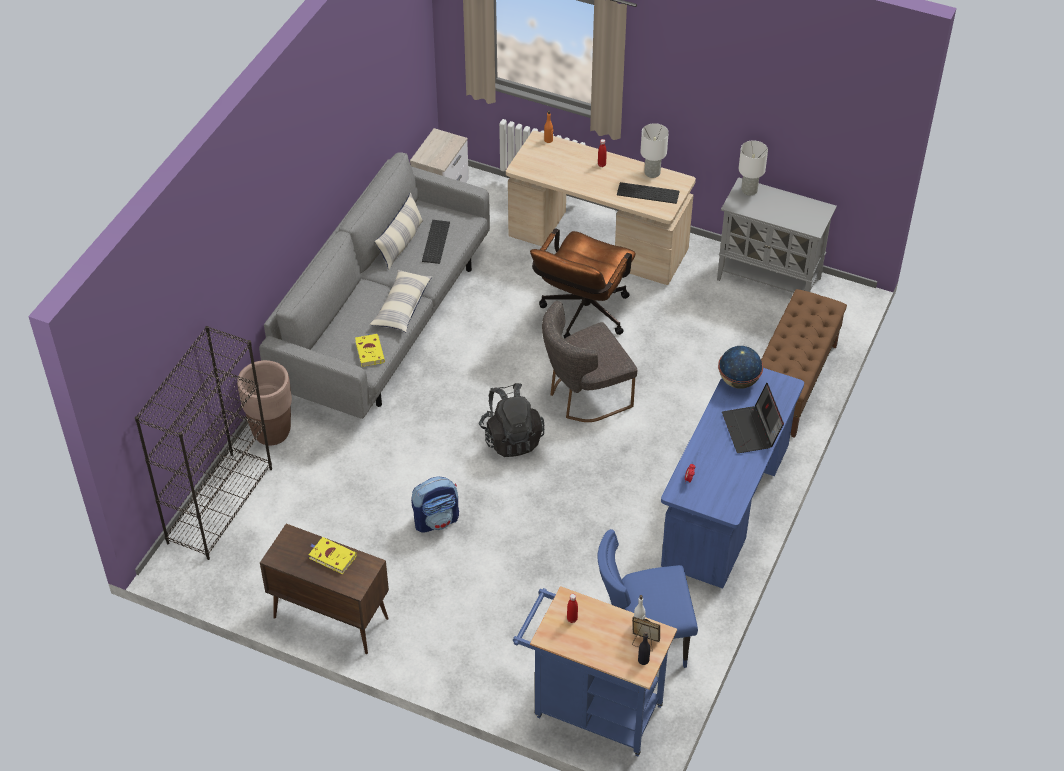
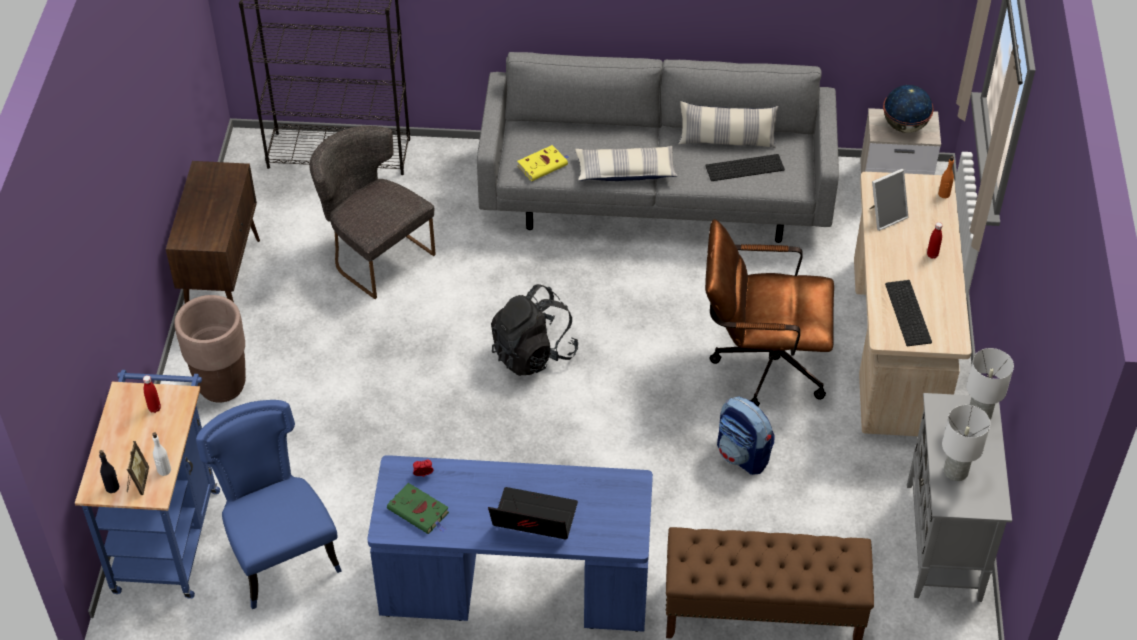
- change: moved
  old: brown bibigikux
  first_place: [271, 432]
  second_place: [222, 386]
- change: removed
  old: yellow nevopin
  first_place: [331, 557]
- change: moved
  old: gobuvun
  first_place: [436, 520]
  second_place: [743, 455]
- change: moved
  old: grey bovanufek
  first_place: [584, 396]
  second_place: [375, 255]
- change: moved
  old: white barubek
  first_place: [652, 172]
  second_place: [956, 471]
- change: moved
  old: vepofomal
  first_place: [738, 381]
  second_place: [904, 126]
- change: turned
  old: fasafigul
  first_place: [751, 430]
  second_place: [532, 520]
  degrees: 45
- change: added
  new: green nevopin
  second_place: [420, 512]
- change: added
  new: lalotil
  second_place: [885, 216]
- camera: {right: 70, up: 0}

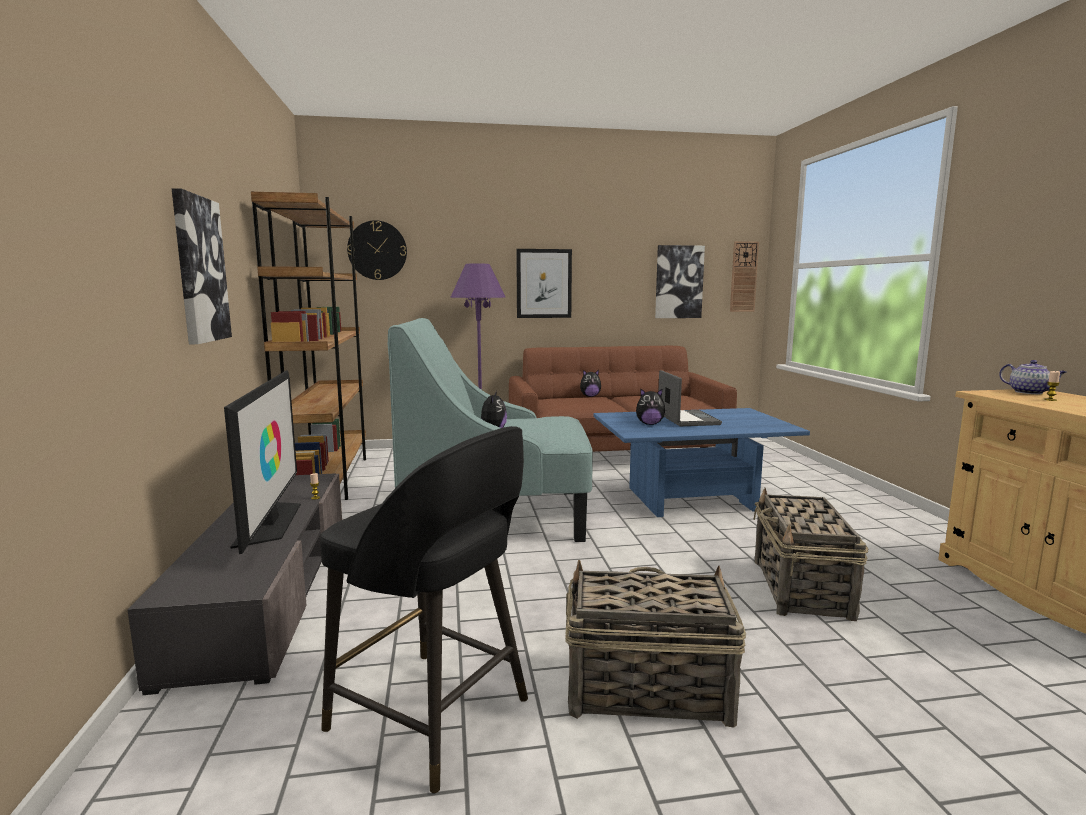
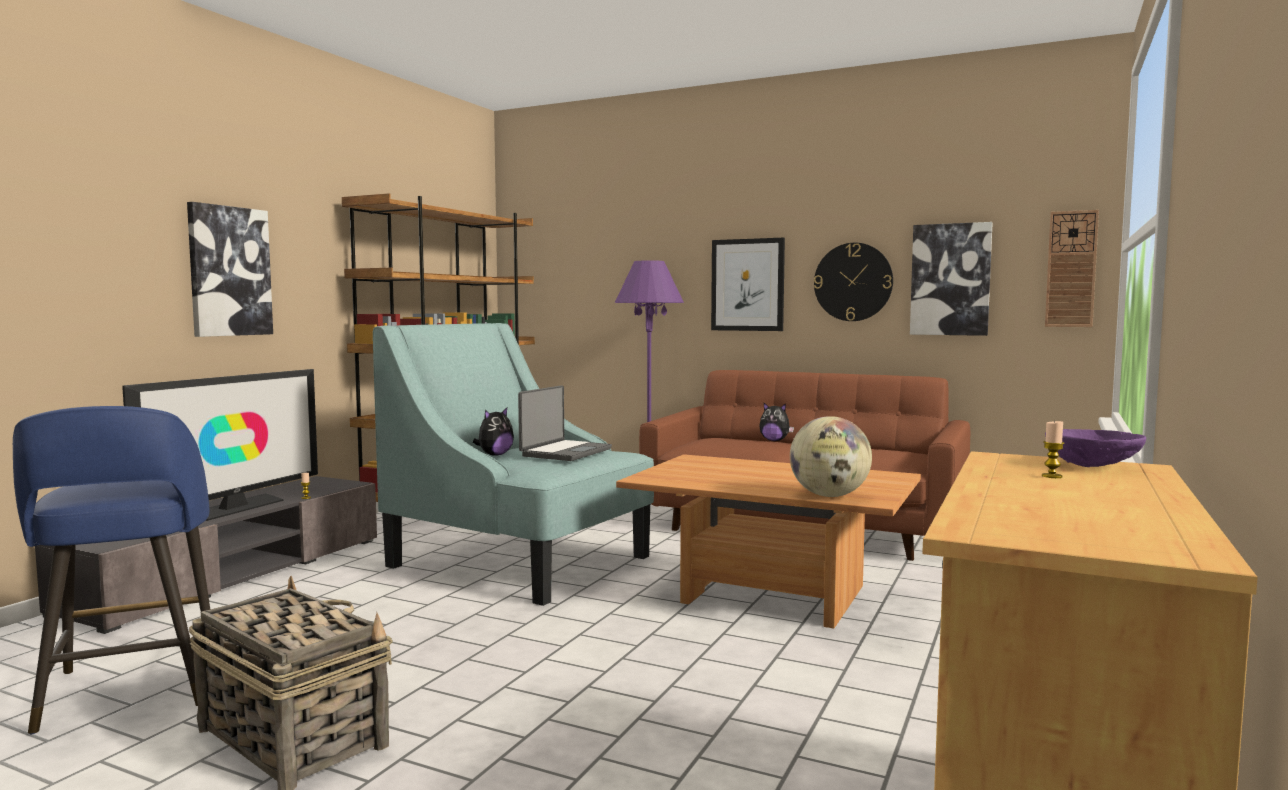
- change: recoloured
  old: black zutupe
  new: blue zutupe
  first_place: [433, 717]
  second_place: [130, 691]
- change: moved
  old: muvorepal
  first_place: [377, 250]
  second_place: [853, 282]
- change: recoloured
  old: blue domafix
  new: brown domafix
  first_place: [690, 500]
  second_place: [769, 595]
- change: removed
  old: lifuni
  first_place: [649, 424]
- change: moved
  old: fasafigul
  first_place: [687, 419]
  second_place: [565, 452]
- change: removed
  old: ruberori
  first_place: [801, 589]
- change: replaced
  old: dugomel
  new: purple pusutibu
  first_place: [1029, 392]
  second_place: [1094, 466]
- change: added
  new: vepofomal
  second_place: [829, 496]
- camera: {right: 35, up: -5}

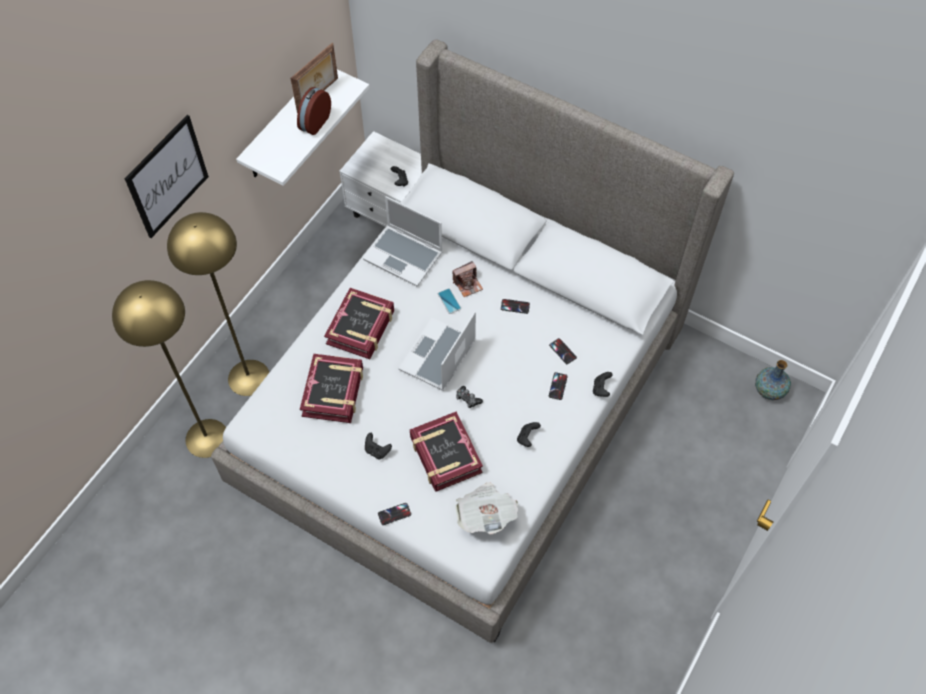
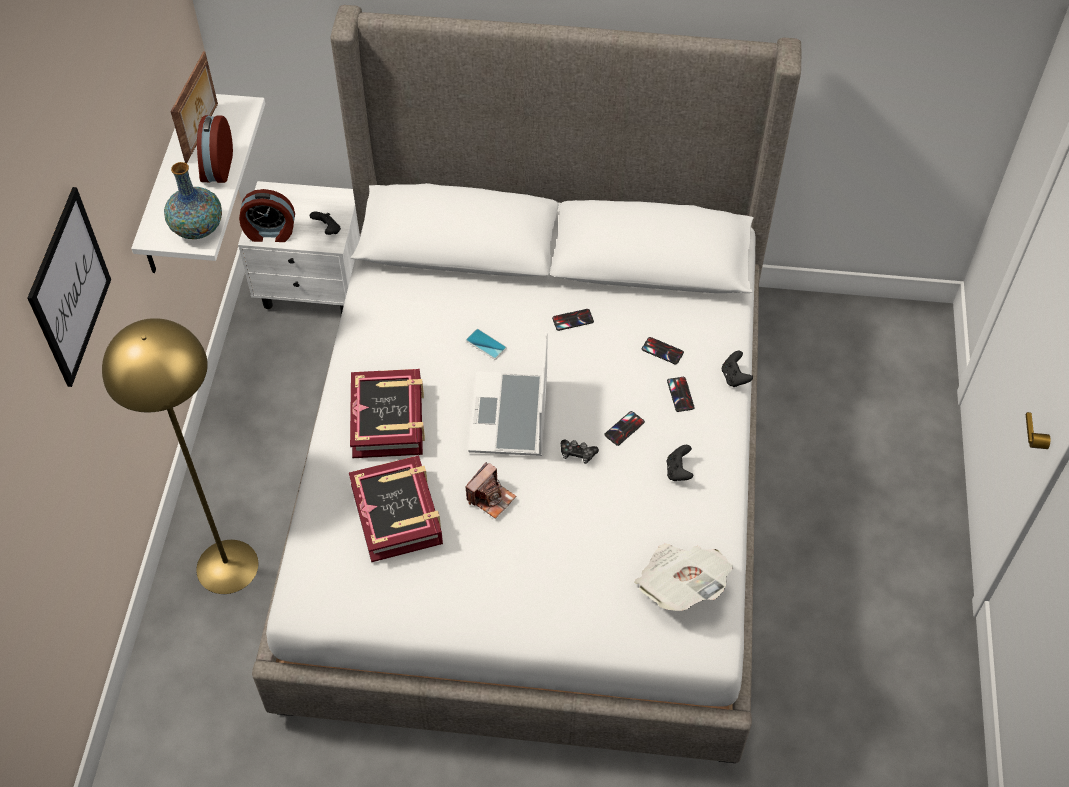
- change: removed
  old: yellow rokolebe
  first_place: [207, 437]
- change: removed
  old: fasafigul
  first_place: [404, 256]
- change: removed
  old: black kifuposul
  first_place: [377, 450]
- change: moved
  old: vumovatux
  first_place: [394, 514]
  second_place: [624, 428]
- change: removed
  old: nevopin
  first_place: [445, 455]
- change: moved
  old: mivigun
  first_place: [468, 284]
  second_place: [491, 497]
- change: moved
  old: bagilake
  first_place: [769, 390]
  second_place: [198, 228]
- change: added
  new: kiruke
  second_place: [270, 233]
- camera: {right: -25, up: -5}

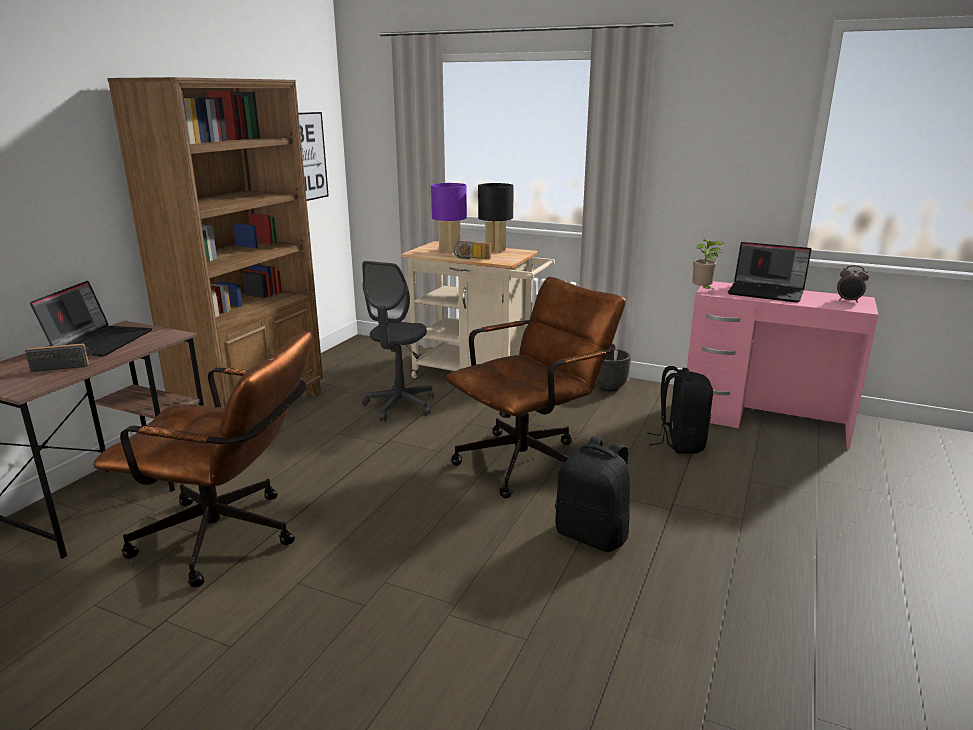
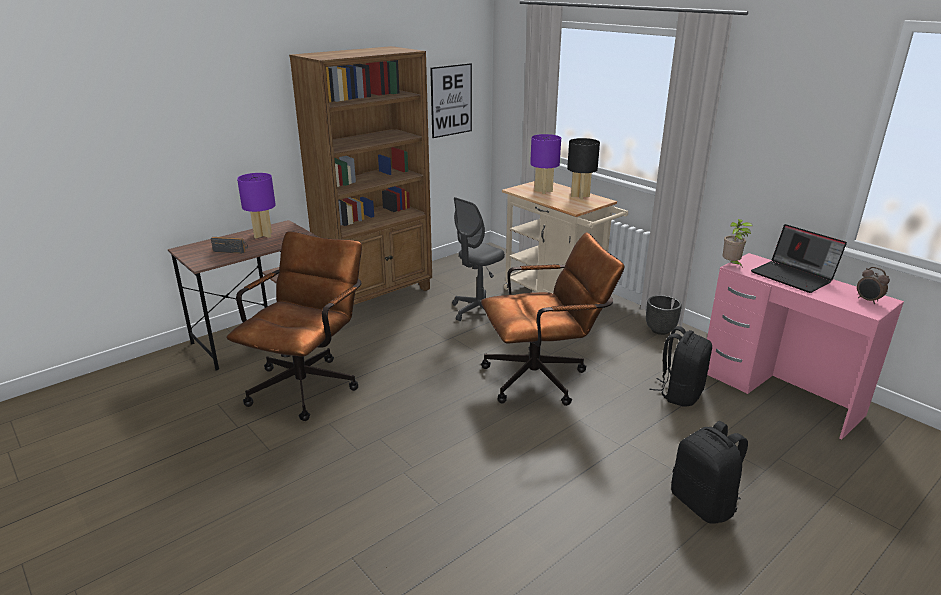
- change: replaced
  old: fasafigul
  new: purple barubek
  first_place: [100, 341]
  second_place: [263, 235]
- change: turned
  old: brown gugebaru
  first_place: [230, 538]
  second_place: [308, 383]
  degrees: -105
- change: removed
  old: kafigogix
  first_place: [471, 258]
- change: moved
  old: black gobuvun
  first_place: [593, 535]
  second_place: [704, 503]
- camera: {right: 25, up: 5}

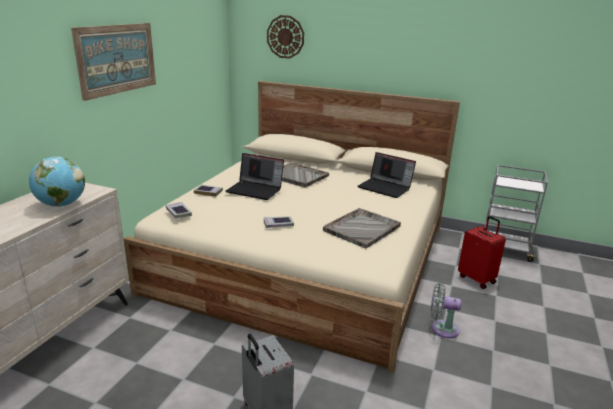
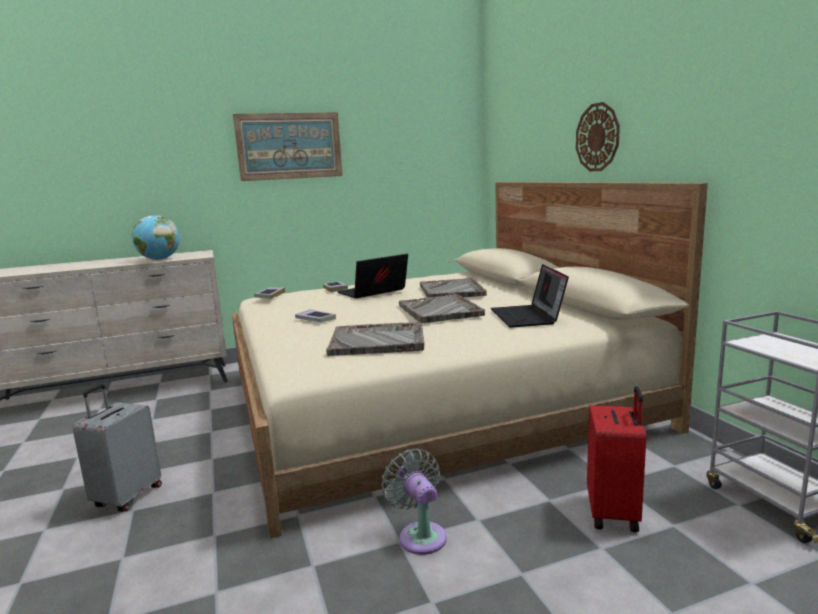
- change: turned
  old: fasafigul
  first_place: [256, 190]
  second_place: [372, 292]
  degrees: 75
- change: moved
  old: muvorepal
  first_place: [285, 37]
  second_place: [597, 137]
- change: added
  new: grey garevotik
  second_place: [440, 310]
- camera: {right: 50, up: -10}

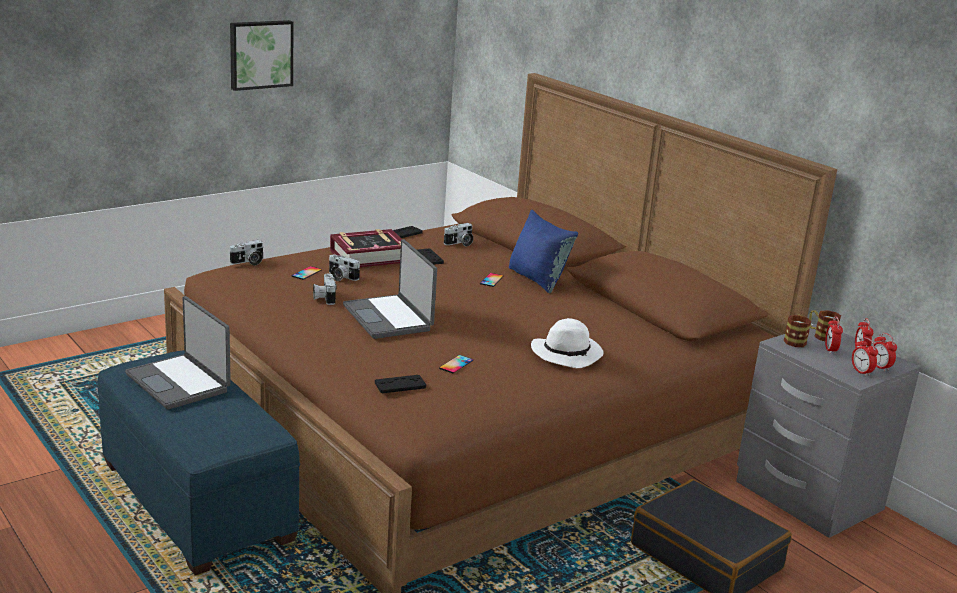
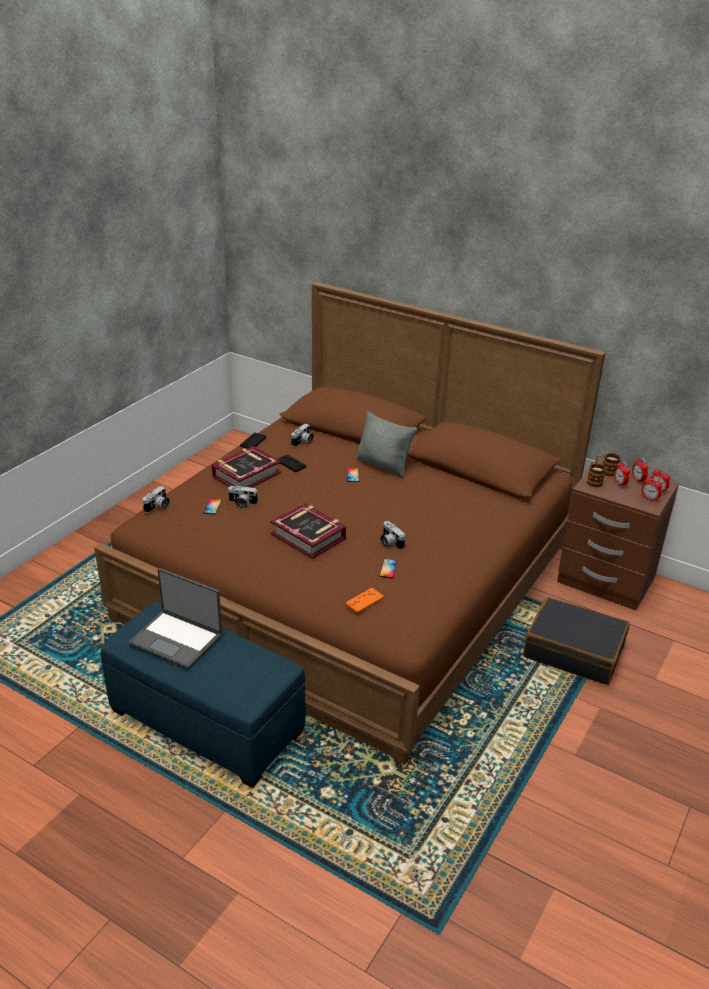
- change: removed
  old: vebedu
  first_place: [260, 54]
- change: moved
  old: mivigun
  first_place: [324, 298]
  second_place: [390, 543]
- change: replaced
  old: fasafigul
  new: nevopin
  first_place: [389, 318]
  second_place: [309, 536]
- change: recoloured
  old: black kifuposul
  new: orange kifuposul
  first_place: [400, 385]
  second_place: [364, 601]
- change: recoloured
  old: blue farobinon
  new: grey farobinon
  first_place: [538, 279]
  second_place: [384, 465]
- change: removed
  old: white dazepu
  first_place: [567, 353]
- change: recoloured
  old: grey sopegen
  new: brown sopegen
  first_place: [807, 496]
  second_place: [605, 580]
- camera: {right: -20, up: 10}

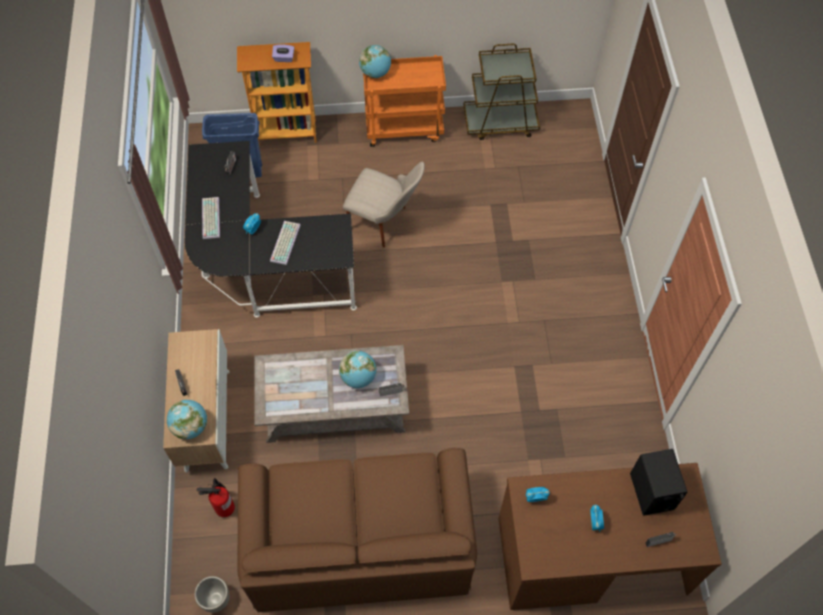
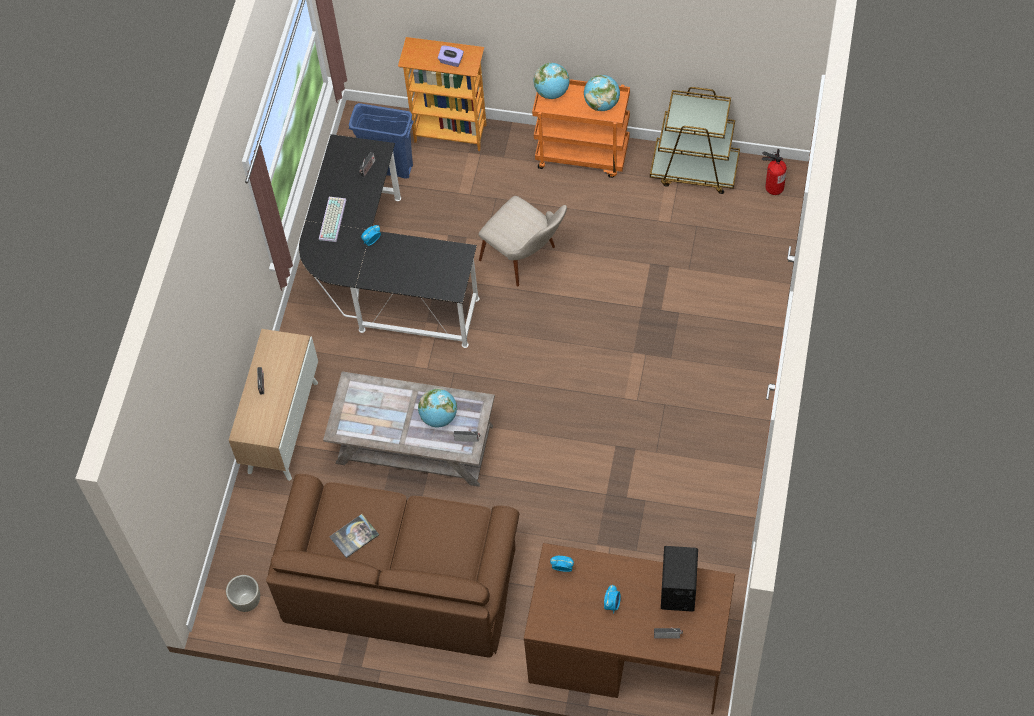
- change: moved
  old: vepofomal
  first_place: [190, 426]
  second_place: [601, 104]
- change: moved
  old: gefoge
  first_place: [224, 506]
  second_place: [773, 186]
- change: removed
  old: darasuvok
  first_place: [284, 242]
- change: added
  new: nevopin
  second_place: [354, 536]
- camera: {right: 20, up: 0}

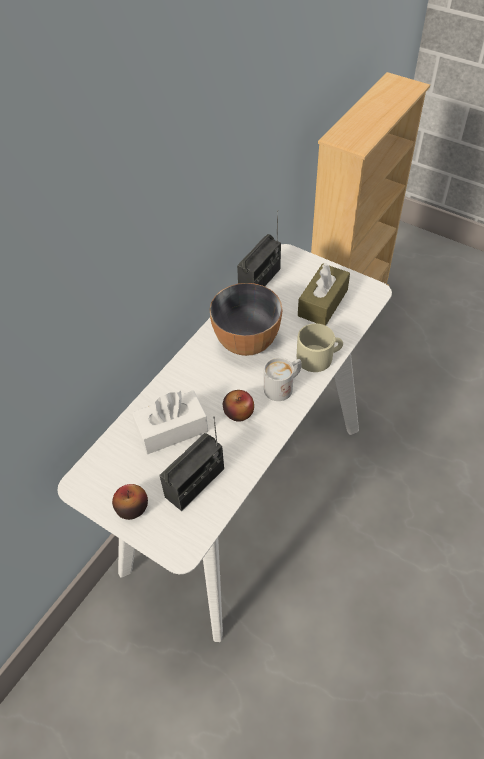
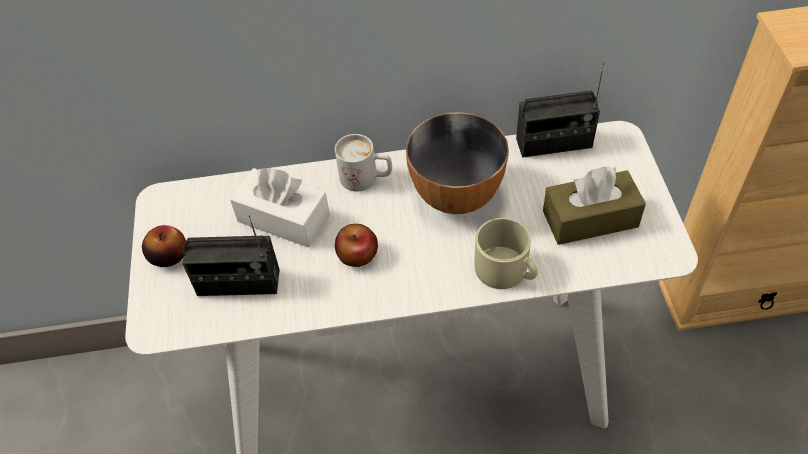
- change: moved
  old: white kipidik
  first_place: [283, 386]
  second_place: [366, 178]
- camera: {right: 50, up: 0}

